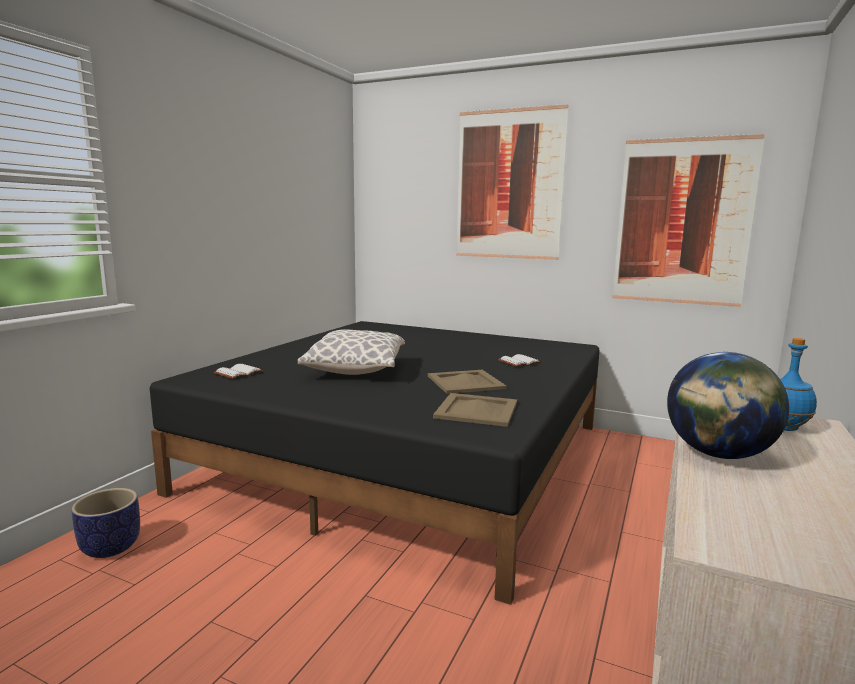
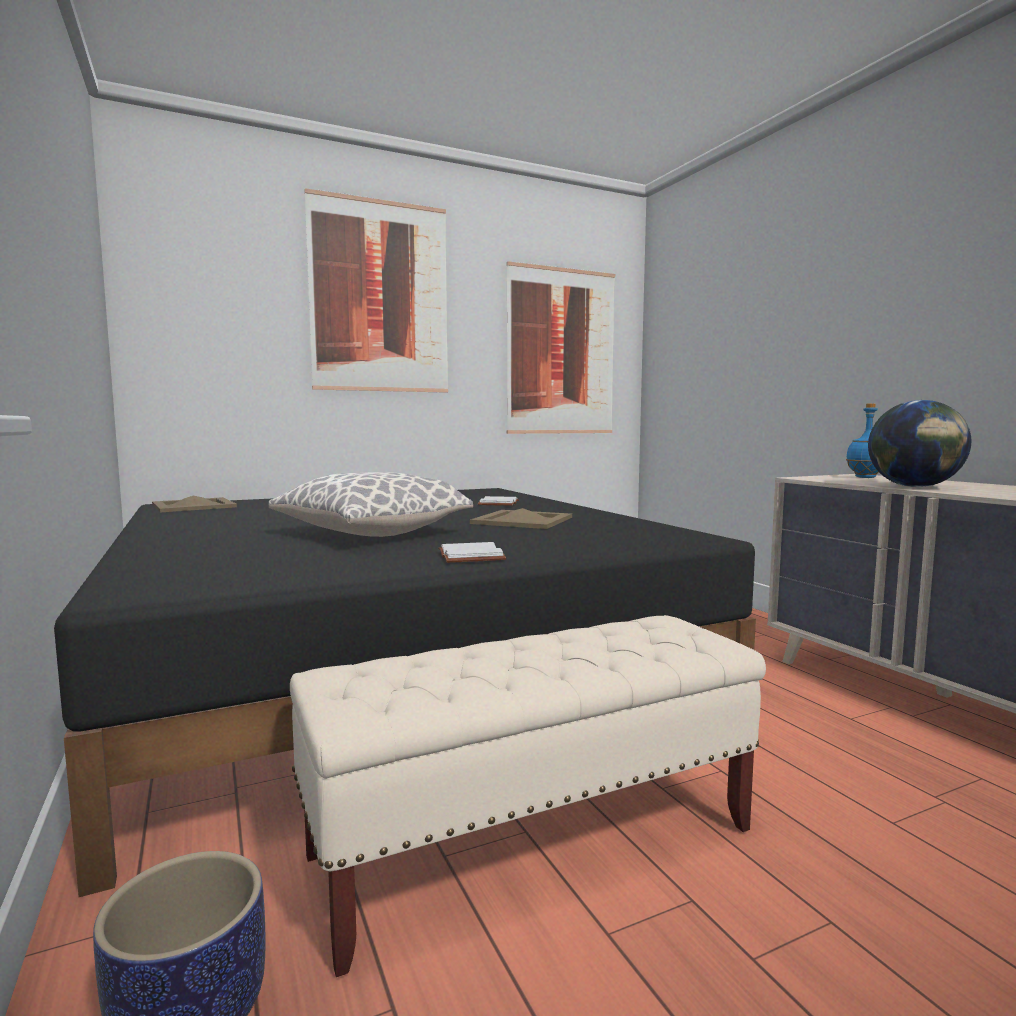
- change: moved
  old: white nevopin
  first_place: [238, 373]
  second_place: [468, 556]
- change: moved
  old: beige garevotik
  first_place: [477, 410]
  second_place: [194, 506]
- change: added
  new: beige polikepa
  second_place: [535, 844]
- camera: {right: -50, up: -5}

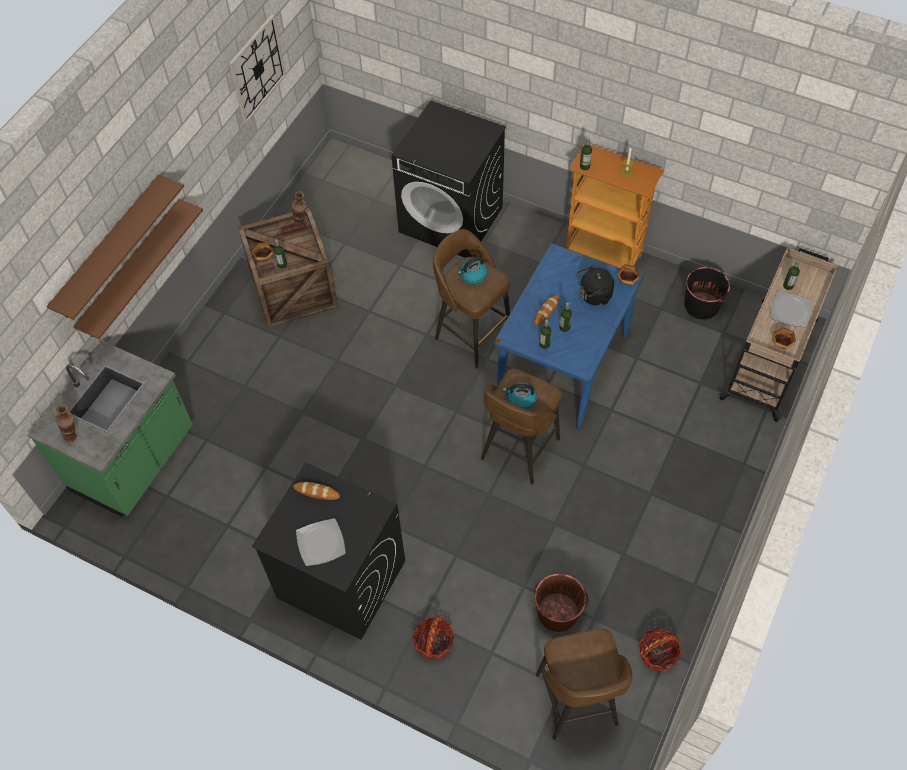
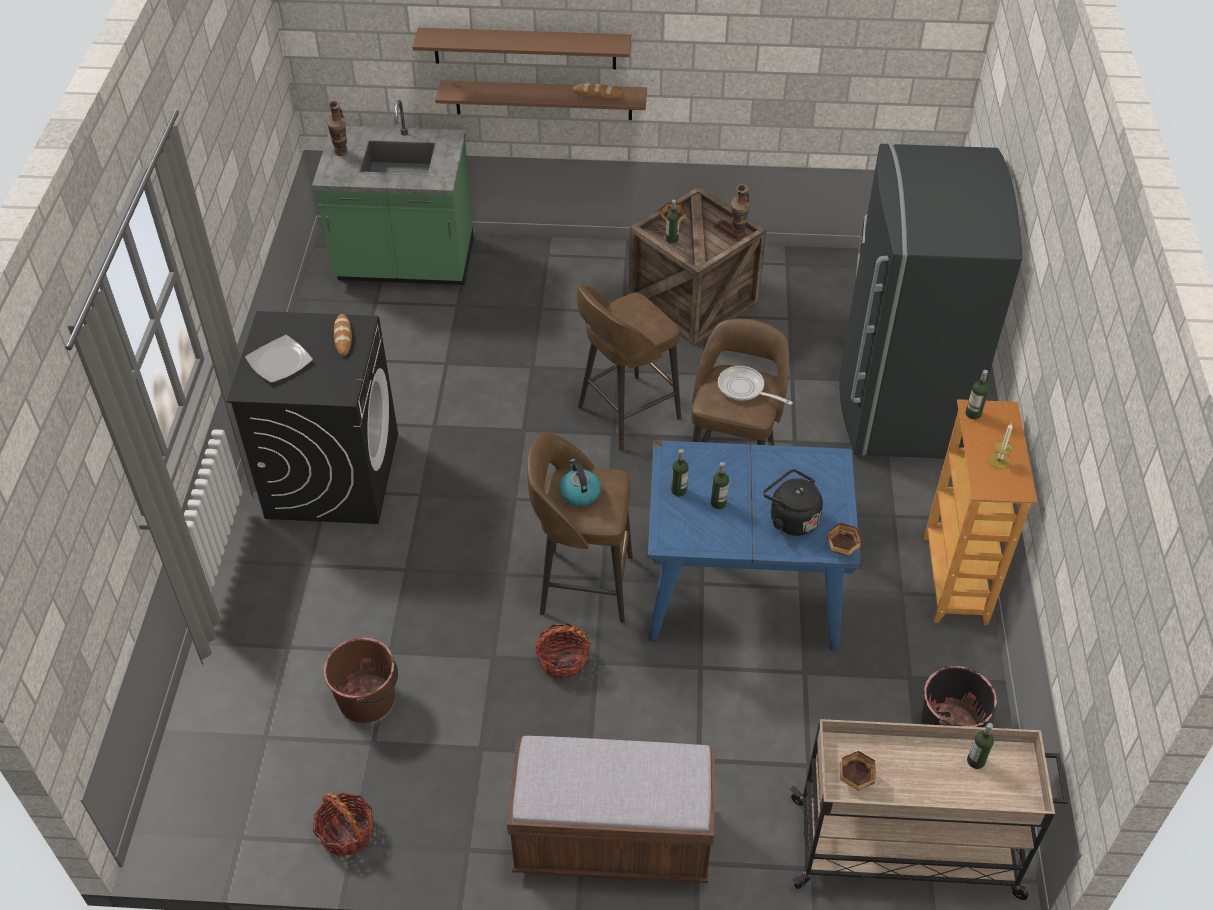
- change: removed
  old: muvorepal
  first_place: [257, 69]
- change: replaced
  old: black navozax
  new: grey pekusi
  first_place: [451, 219]
  second_place: [897, 402]
- change: moved
  old: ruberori
  first_place: [434, 643]
  second_place: [562, 659]
- change: replaced
  old: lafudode
  new: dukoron
  first_place: [473, 276]
  second_place: [744, 389]
- change: moved
  old: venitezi
  first_place: [546, 311]
  second_place: [597, 94]
- change: moved
  old: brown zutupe
  first_place: [577, 702]
  second_place: [626, 414]
- change: removed
  old: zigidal
  first_place: [789, 310]
- change: added
  new: brown polikepa
  second_place: [612, 840]
- camera: {right: 65, up: -10}

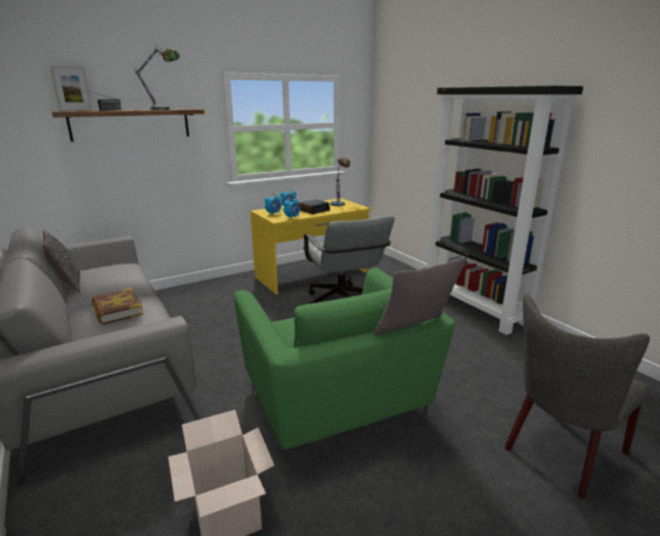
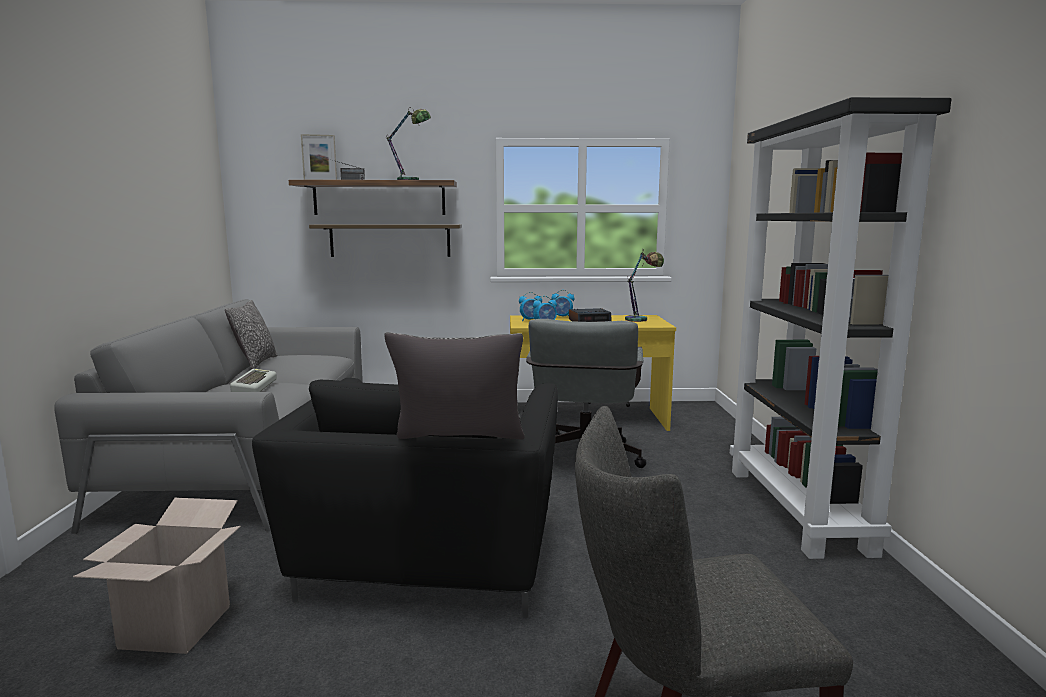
- change: replaced
  old: nevopin
  new: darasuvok
  first_place: [117, 310]
  second_place: [253, 387]
- change: recoloured
  old: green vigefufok
  new: black vigefufok
  first_place: [336, 404]
  second_place: [428, 564]
- change: added
  new: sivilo
  second_place: [390, 240]
- camera: {right: 30, up: -10}

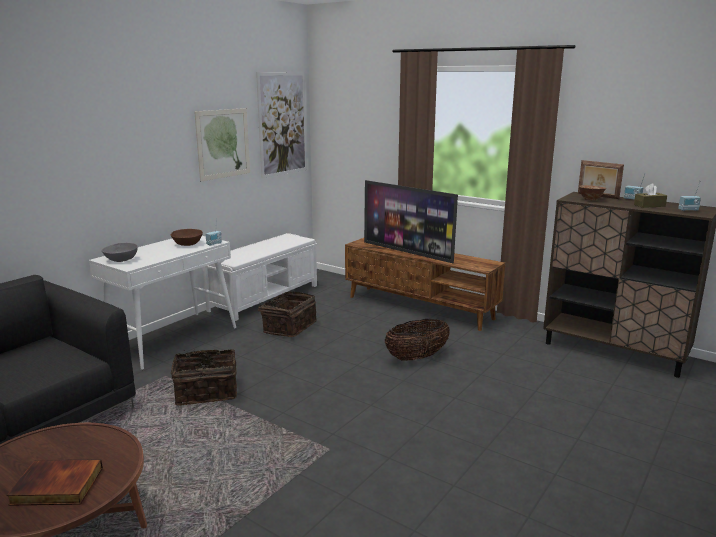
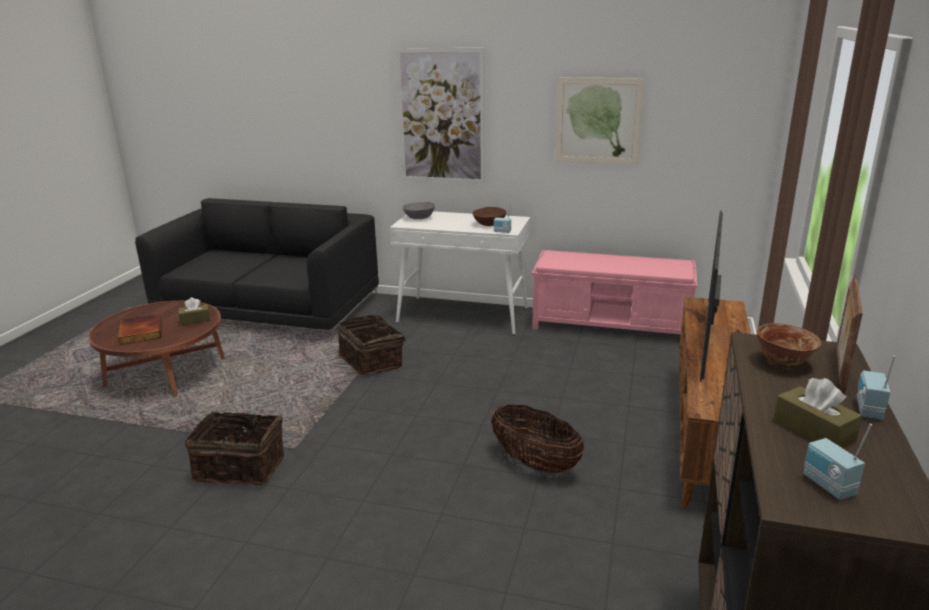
- change: recoloured
  old: white polikepa
  new: pink polikepa
  first_place: [265, 297]
  second_place: [611, 326]
- change: moved
  old: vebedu
  first_place: [282, 124]
  second_place: [441, 116]
- change: moved
  old: ruberori
  first_place: [288, 327]
  second_place: [241, 466]
- change: added
  new: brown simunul
  second_place: [195, 320]
- camera: {right: 70, up: 5}

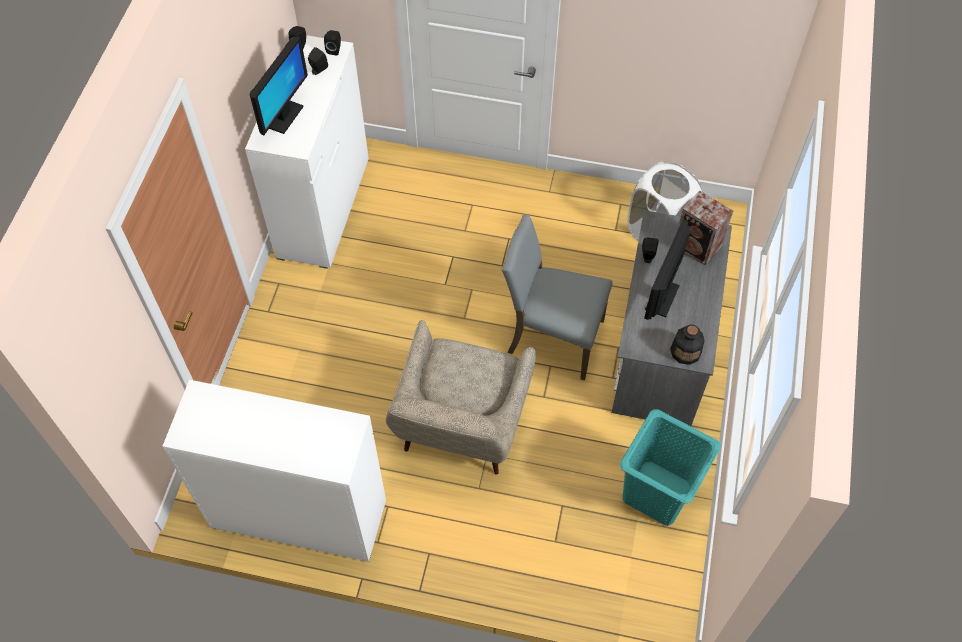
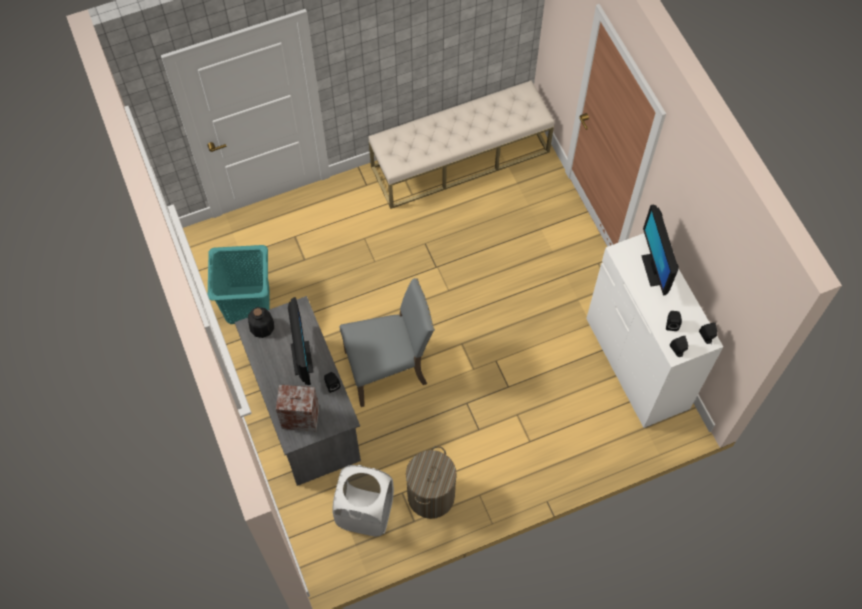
- change: replaced
  old: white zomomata
  new: beige polikepa
  first_place: [299, 515]
  second_place: [460, 159]
- change: removed
  old: beige vigefufok
  first_place: [460, 428]
- change: added
  new: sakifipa
  second_place: [431, 495]
- camera: {right: 145, up: 5}

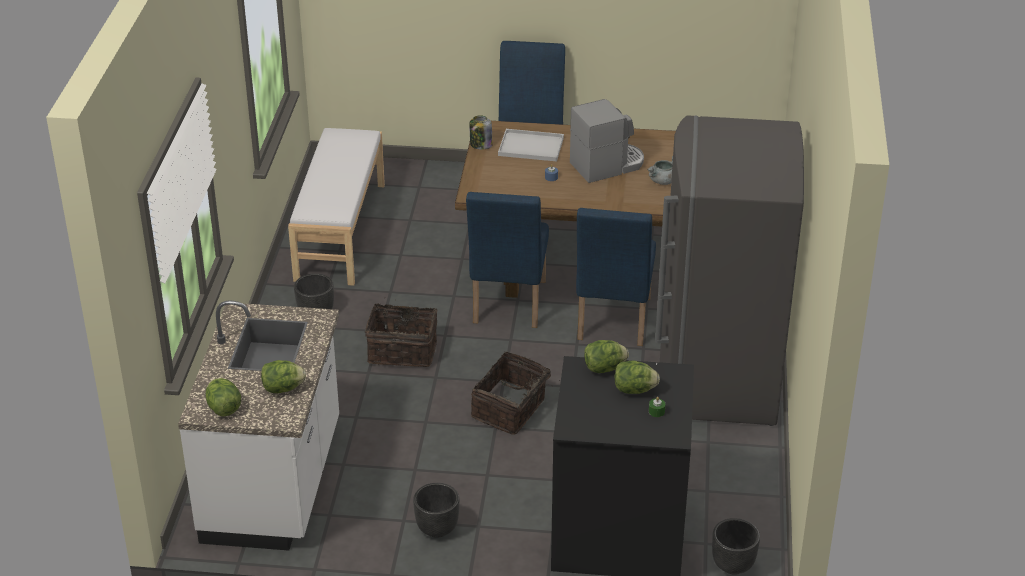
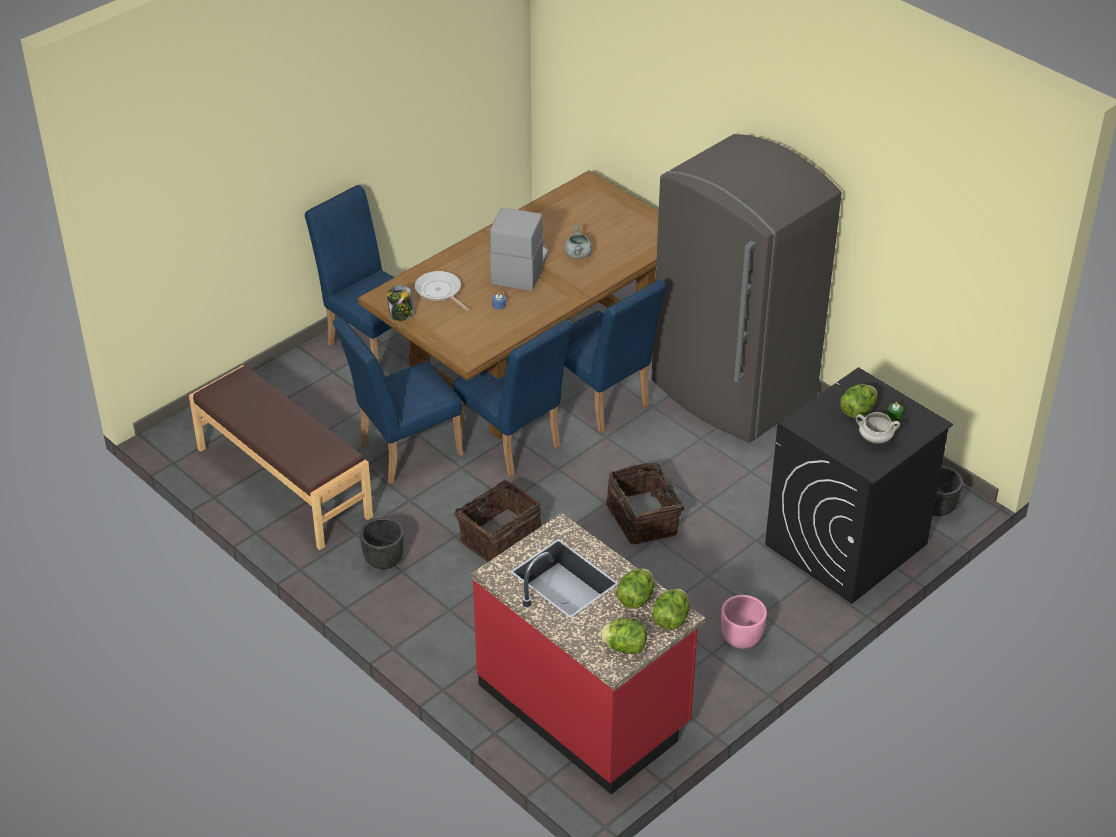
- change: recoloured
  old: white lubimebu
  new: red lubimebu
  first_place: [275, 483]
  second_place: [585, 706]
- change: recoloured
  old: white polikepa
  new: brown polikepa
  first_place: [339, 231]
  second_place: [282, 483]
- change: recoloured
  old: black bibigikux
  new: pink bibigikux
  first_place: [437, 528]
  second_place: [740, 639]
- change: replaced
  old: white garevotik
  new: dukoron
  first_place: [529, 147]
  second_place: [440, 291]
- change: moved
  old: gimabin
  first_place: [604, 368]
  second_place: [671, 619]
- change: added
  new: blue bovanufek
  second_place: [403, 452]
- change: added
  new: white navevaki
  second_place: [874, 439]
- camera: {right: -50, up: 5}

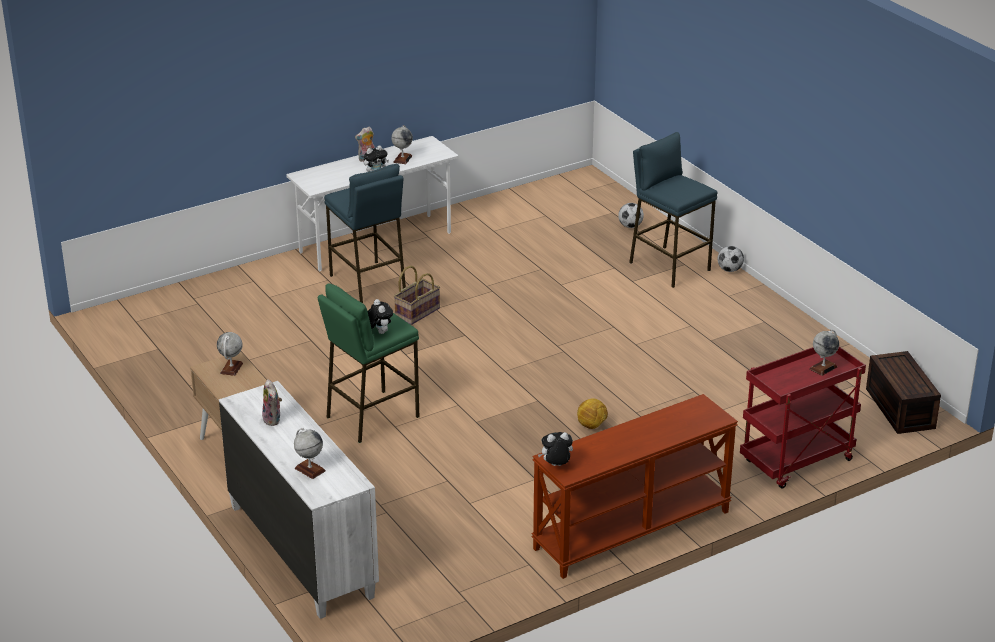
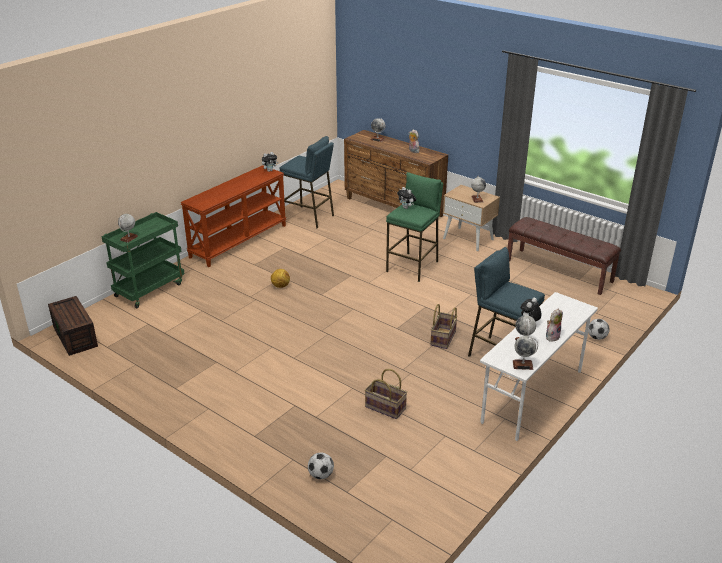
- change: recoloured
  old: white zomomata
  new: brown zomomata
  first_place: [301, 550]
  second_place: [393, 207]
- change: moved
  old: blue zutupe
  first_place: [669, 266]
  second_place: [309, 217]
- change: moved
  old: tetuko
  first_place: [729, 270]
  second_place: [596, 337]
- change: recoloured
  old: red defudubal
  new: green defudubal
  first_place: [796, 462]
  second_place: [149, 289]
- change: added
  new: ruberori
  second_place: [385, 408]
- change: added
  new: brown polikepa
  second_place: [559, 271]
- change: added
  new: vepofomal
  second_place: [523, 365]
- camera: {right: 160, up: 0}

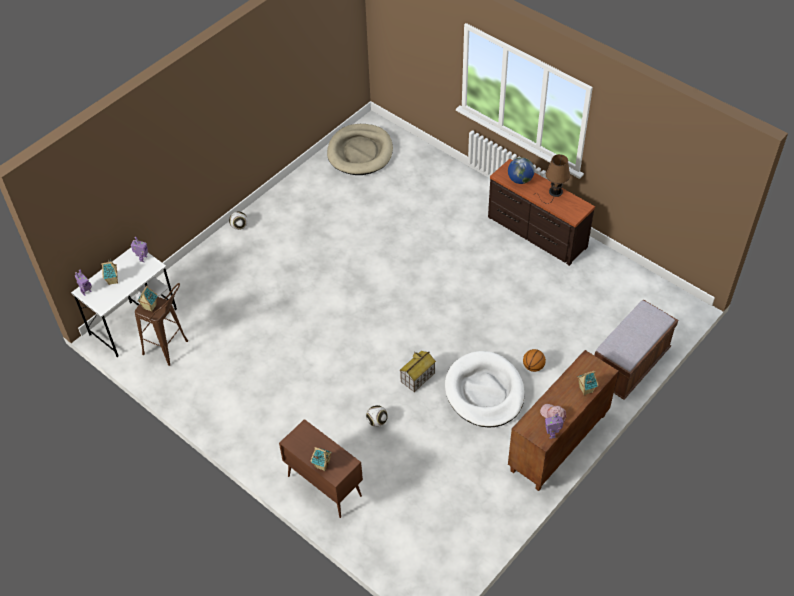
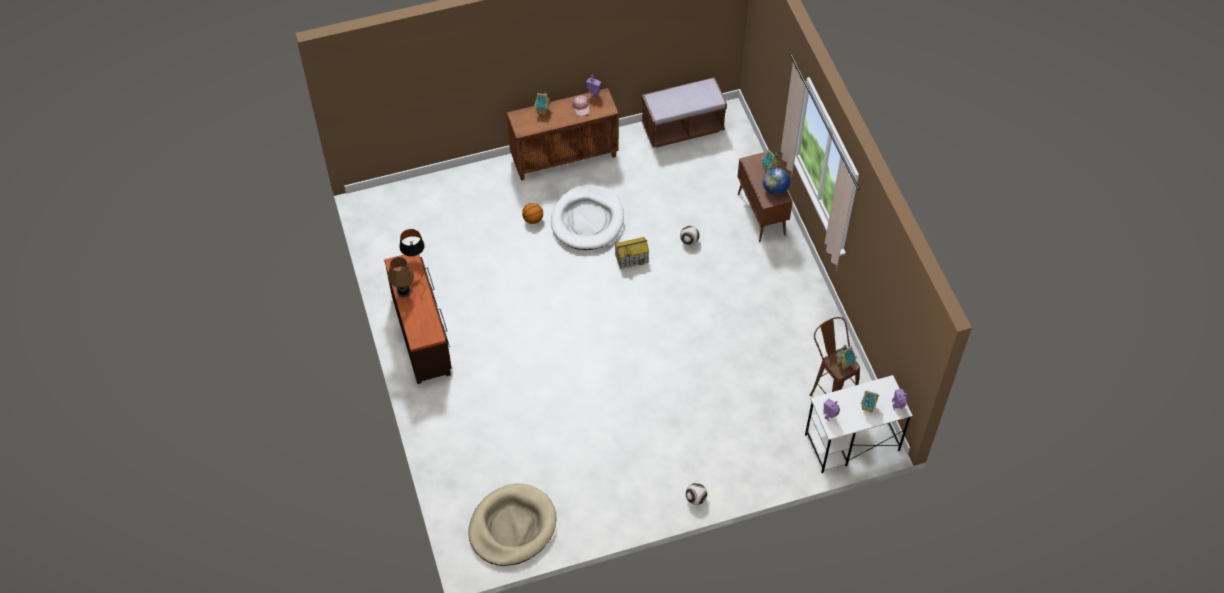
- change: moved
  old: vepofomal
  first_place: [520, 180]
  second_place: [775, 189]
- change: moved
  old: brown polikepa
  first_place: [630, 365]
  second_place: [682, 128]
- change: added
  new: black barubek
  second_place: [414, 259]
- camera: {right: -150, up: 5}

